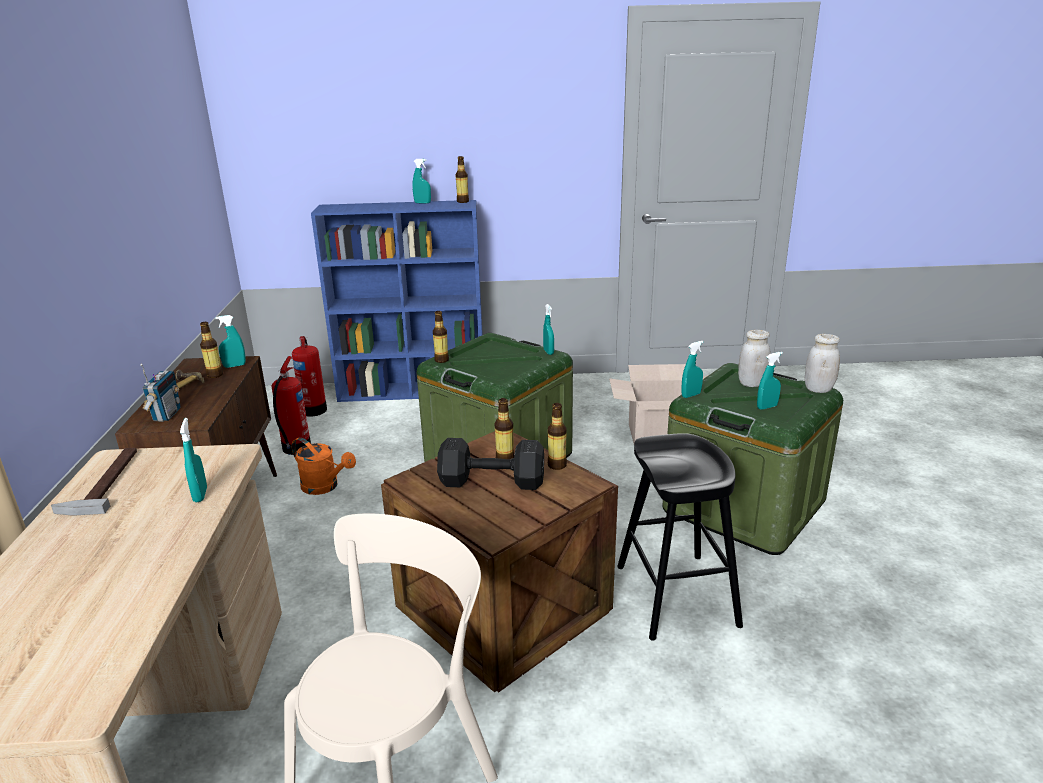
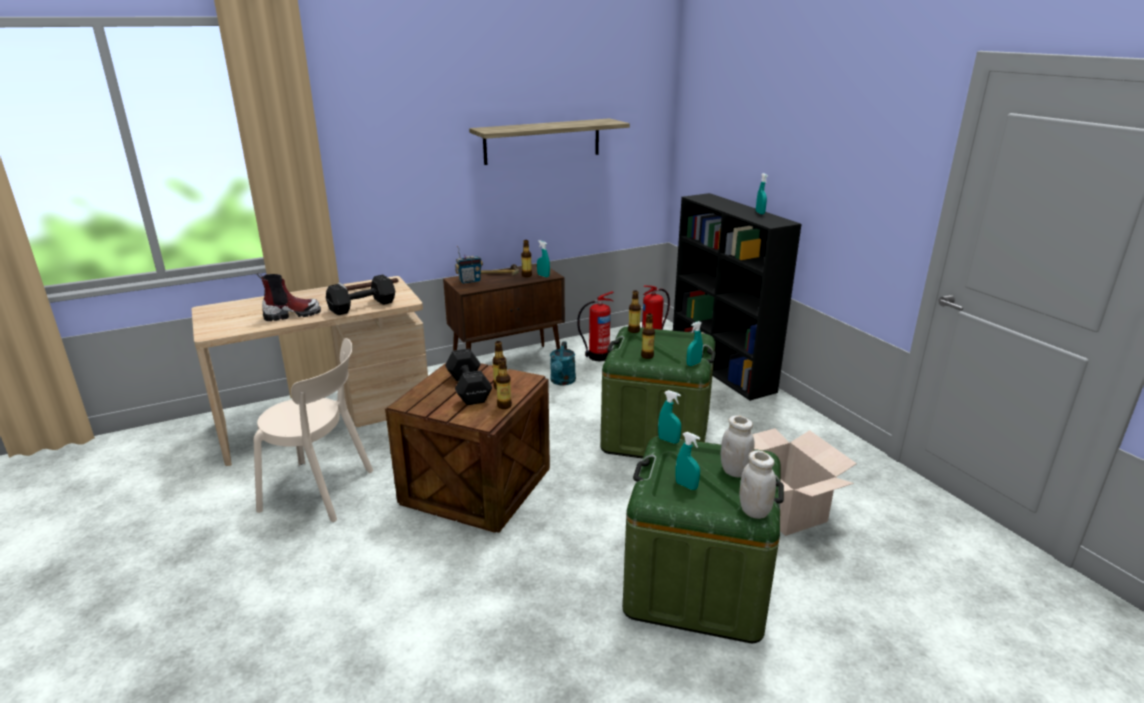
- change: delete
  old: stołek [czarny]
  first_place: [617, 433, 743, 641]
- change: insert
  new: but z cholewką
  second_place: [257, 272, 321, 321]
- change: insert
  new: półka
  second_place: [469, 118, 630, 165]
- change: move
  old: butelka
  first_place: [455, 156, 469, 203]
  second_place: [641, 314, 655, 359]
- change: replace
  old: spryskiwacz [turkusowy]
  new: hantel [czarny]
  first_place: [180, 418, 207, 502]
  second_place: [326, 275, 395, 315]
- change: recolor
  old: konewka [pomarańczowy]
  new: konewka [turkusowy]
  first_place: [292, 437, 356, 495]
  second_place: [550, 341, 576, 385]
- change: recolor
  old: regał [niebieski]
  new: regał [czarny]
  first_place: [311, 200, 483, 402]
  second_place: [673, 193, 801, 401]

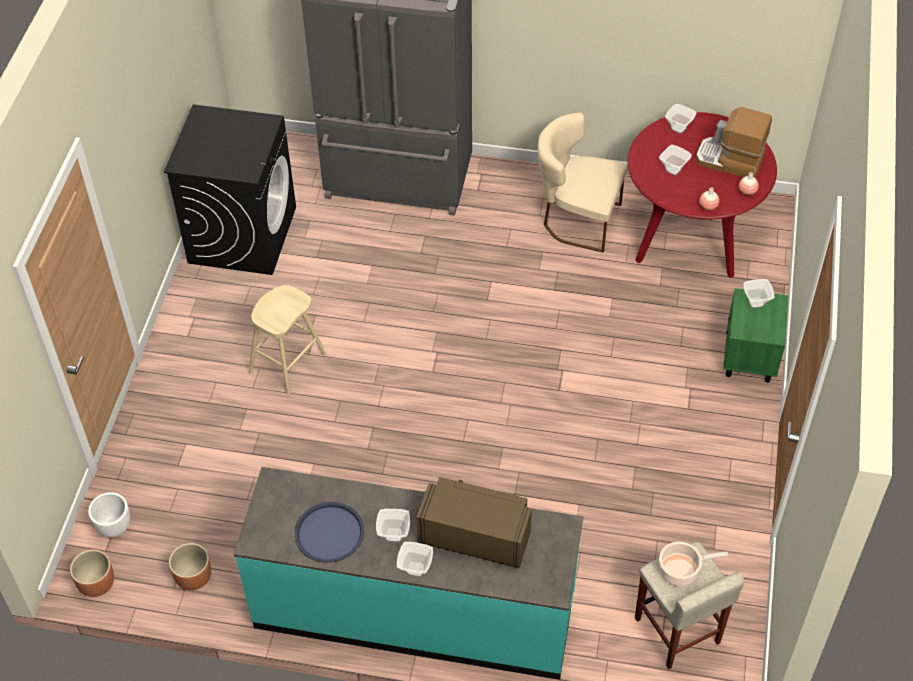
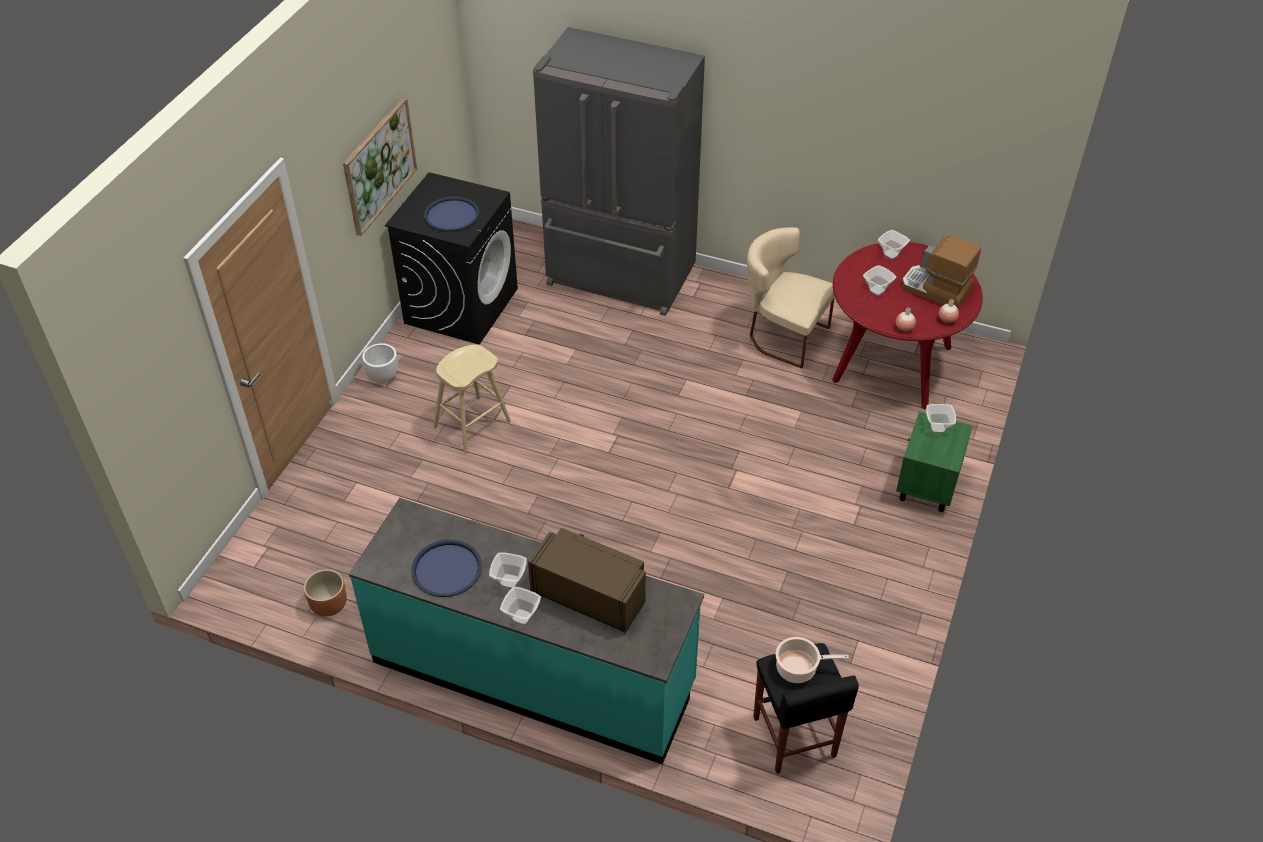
- change: delete
  old: donica [brązowy]
  first_place: [70, 550, 114, 597]
- change: insert
  new: obraz
  second_place: [343, 98, 417, 236]
- change: insert
  new: taca [niebieski]
  second_place: [424, 196, 479, 232]
- change: move
  old: donica [biały]
  first_place: [88, 492, 130, 537]
  second_place: [362, 343, 398, 383]
- change: recolor
  old: stołek [beżowy]
  new: stołek [czarny]
  first_place: [635, 542, 744, 669]
  second_place: [753, 643, 859, 773]

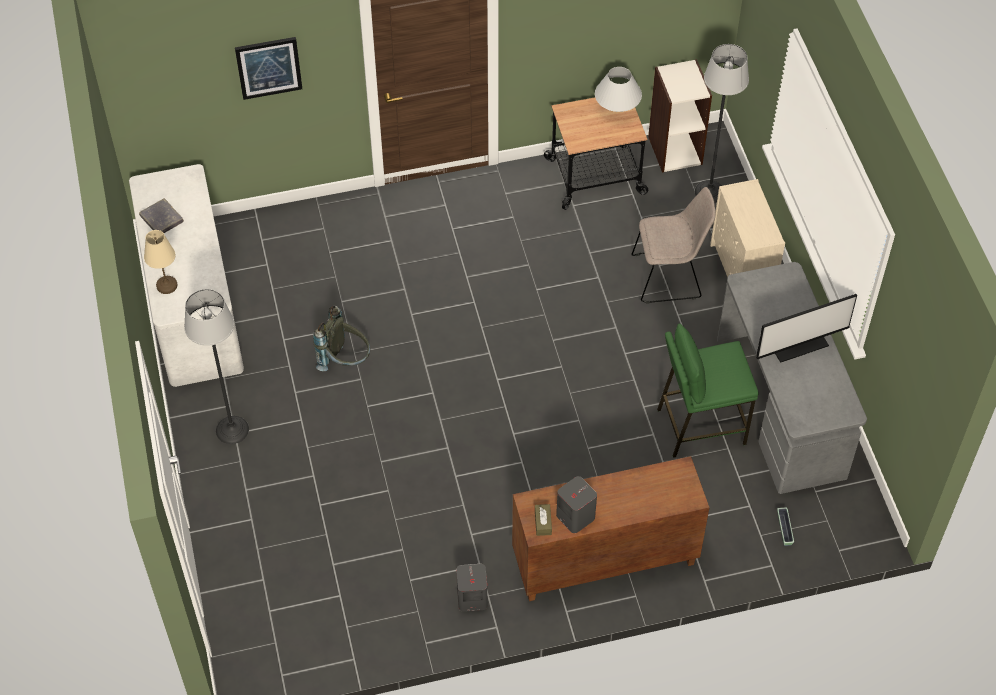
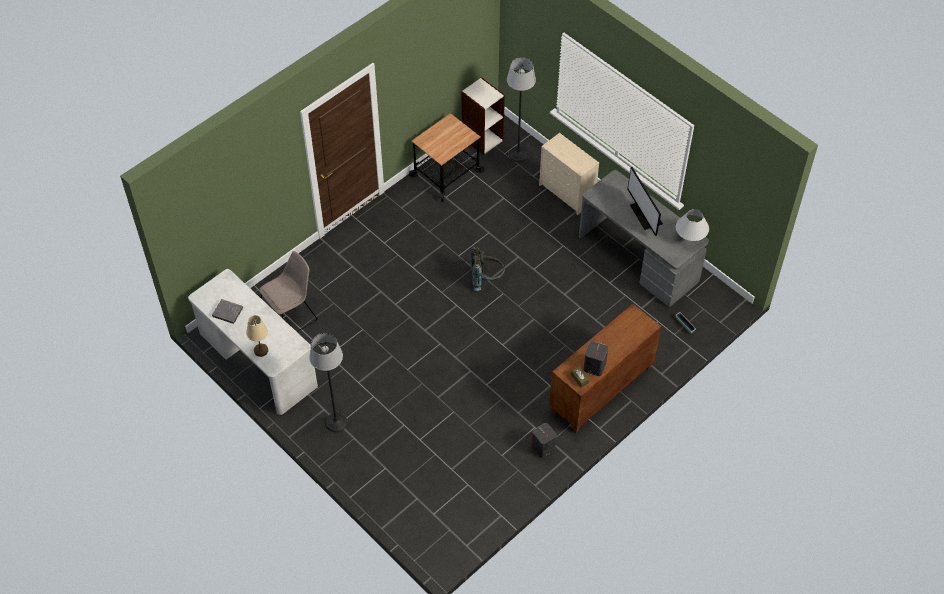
- change: delete
  old: obraz
  first_place: [235, 37, 302, 100]
- change: delete
  old: stołek [zielony]
  first_place: [657, 324, 759, 458]
- change: move
  old: plecak [szary]
  first_place: [313, 306, 370, 371]
  second_place: [471, 246, 505, 291]
- change: move
  old: lampa stołowa [biały]
  first_place: [595, 67, 642, 112]
  second_place: [676, 209, 709, 241]
- change: move
  old: krzesło [beżowy]
  first_place: [632, 187, 715, 303]
  second_place: [259, 251, 317, 332]
- change: rotate
  old: monitor
  first_place: [756, 294, 857, 363]
  second_place: [627, 167, 663, 236]
  degrees: 120

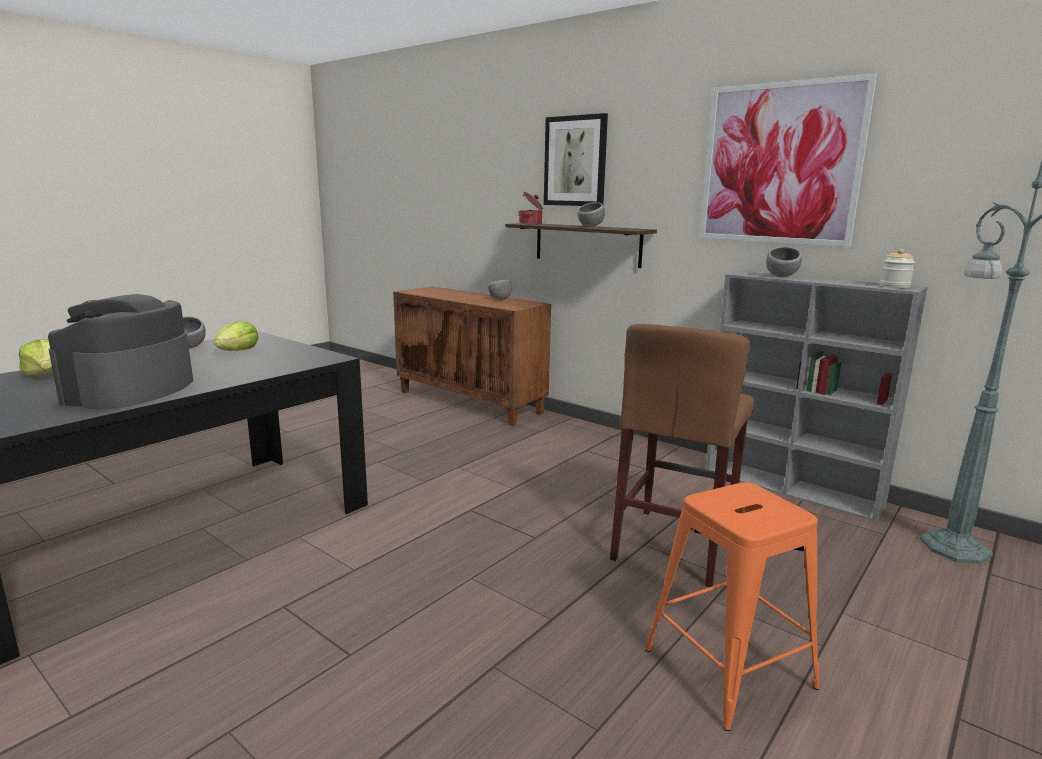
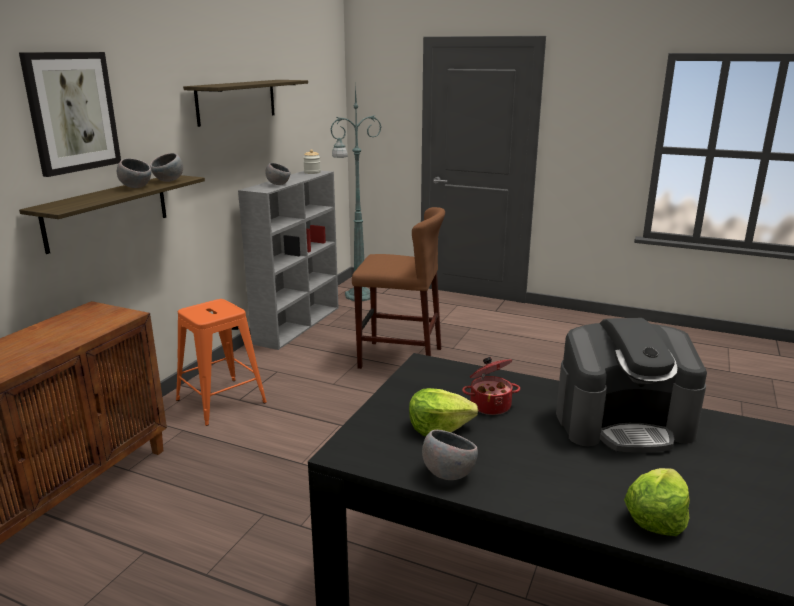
- change: move
  old: miska [szary]
  first_place: [488, 280, 512, 300]
  second_place: [150, 153, 183, 182]
- change: move
  old: garnek
  first_place: [519, 192, 543, 224]
  second_place: [462, 357, 520, 415]
- change: move
  old: stołek [pomarańczowy]
  first_place: [645, 482, 820, 731]
  second_place: [176, 299, 267, 426]
- change: replace
  old: obraz
  new: półka
  first_place: [700, 73, 877, 247]
  second_place: [183, 80, 308, 127]

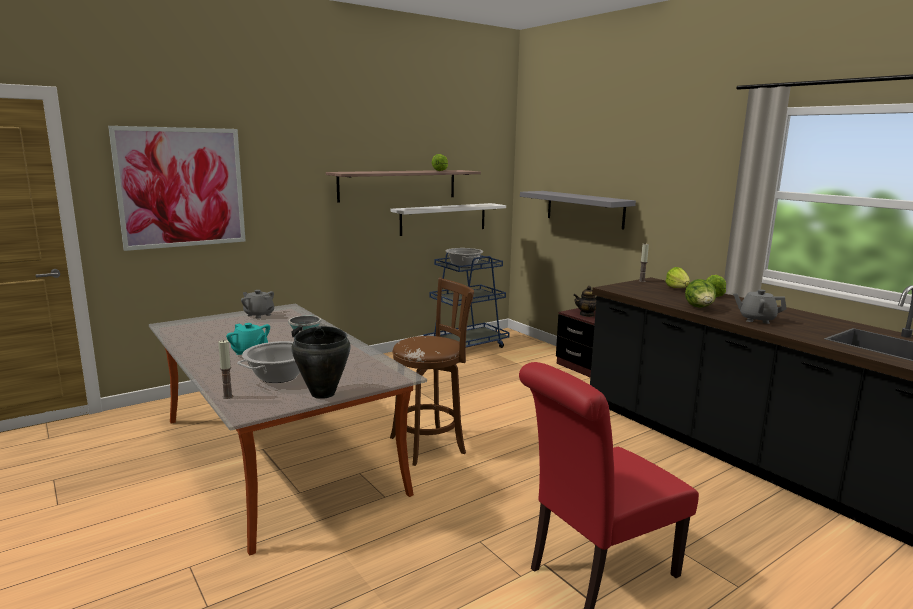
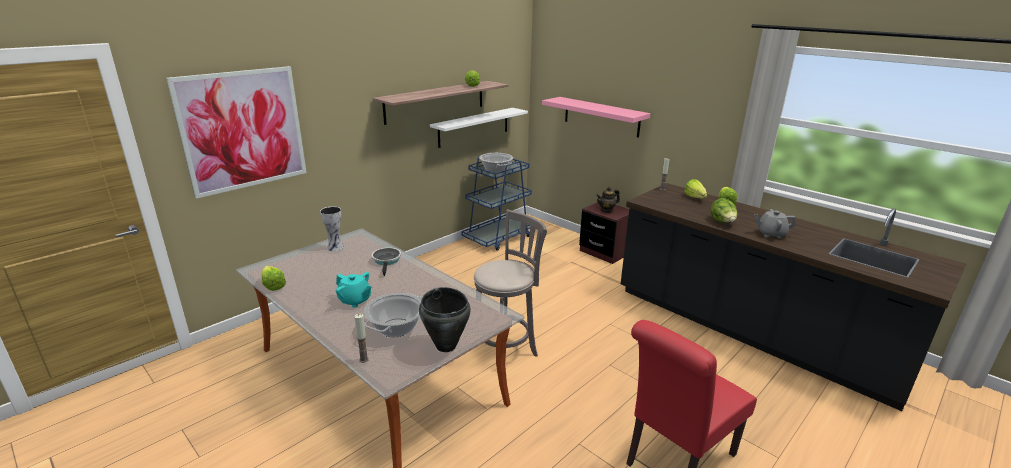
- change: insert
  new: sałata
  second_place: [262, 266, 286, 291]
- change: replace
  old: imbryk [szary]
  new: wazon
  first_place: [241, 290, 274, 319]
  second_place: [320, 206, 344, 251]
- change: recolor
  old: stołek [brązowy]
  new: stołek [szary]
  first_place: [390, 278, 474, 466]
  second_place: [474, 209, 547, 356]
- change: recolor
  old: półka [szary]
  new: półka [różowy]
  first_place: [520, 191, 636, 230]
  second_place: [542, 97, 651, 138]

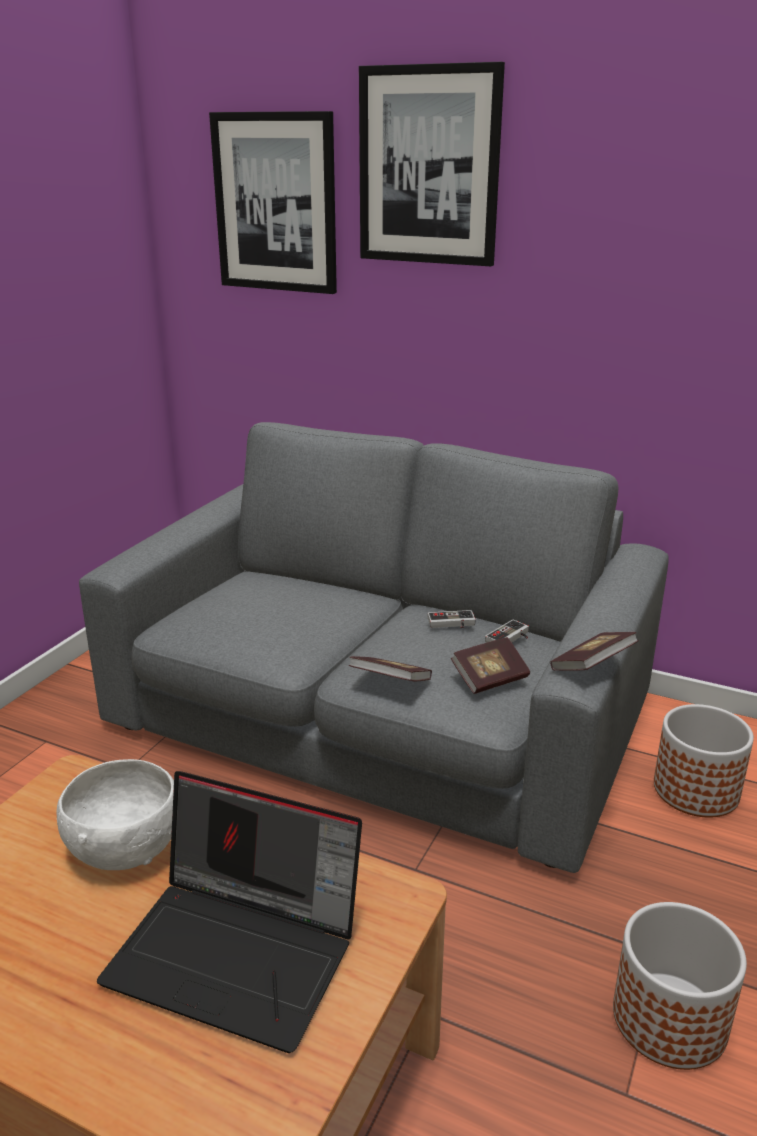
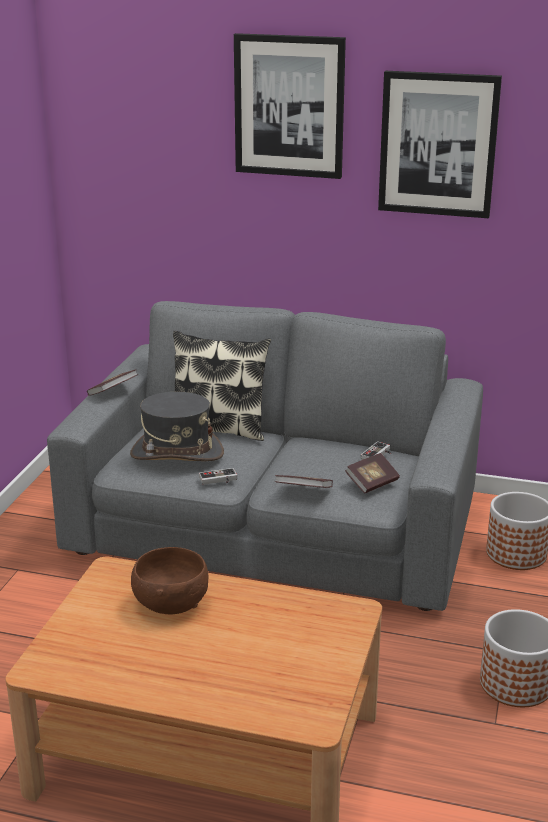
- change: delete
  old: laptop
  first_place: [97, 771, 362, 1053]
- change: insert
  new: kapelusz [szary]
  second_place: [130, 392, 224, 461]
- change: insert
  new: poduszka
  second_place: [173, 331, 271, 441]
- change: move
  old: obraz
  first_place: [209, 111, 337, 294]
  second_place: [378, 71, 502, 218]
- change: move
  old: pad do gier
  first_place: [427, 610, 476, 629]
  second_place: [199, 468, 237, 485]
- change: move
  old: książka
  first_place: [550, 632, 639, 671]
  second_place: [87, 369, 139, 396]
- change: recolor
  old: miska [biały]
  new: miska [brązowy]
  first_place: [57, 759, 174, 870]
  second_place: [131, 547, 208, 614]

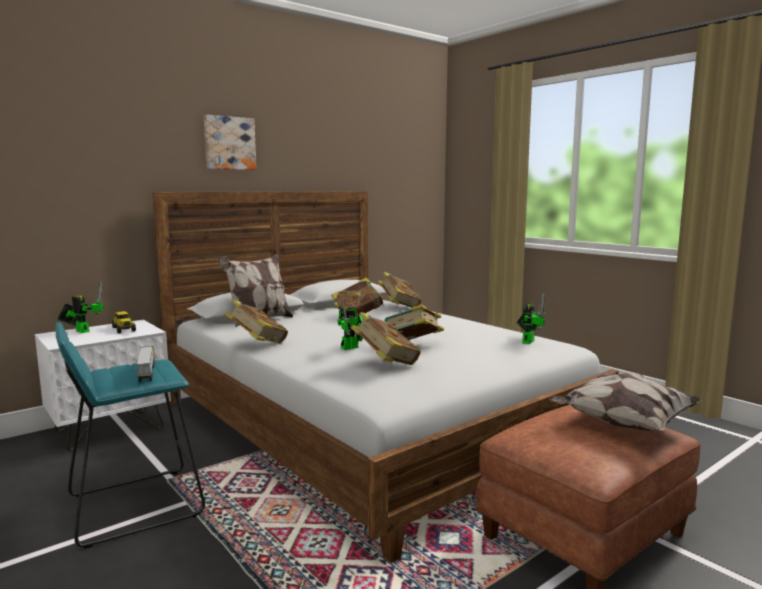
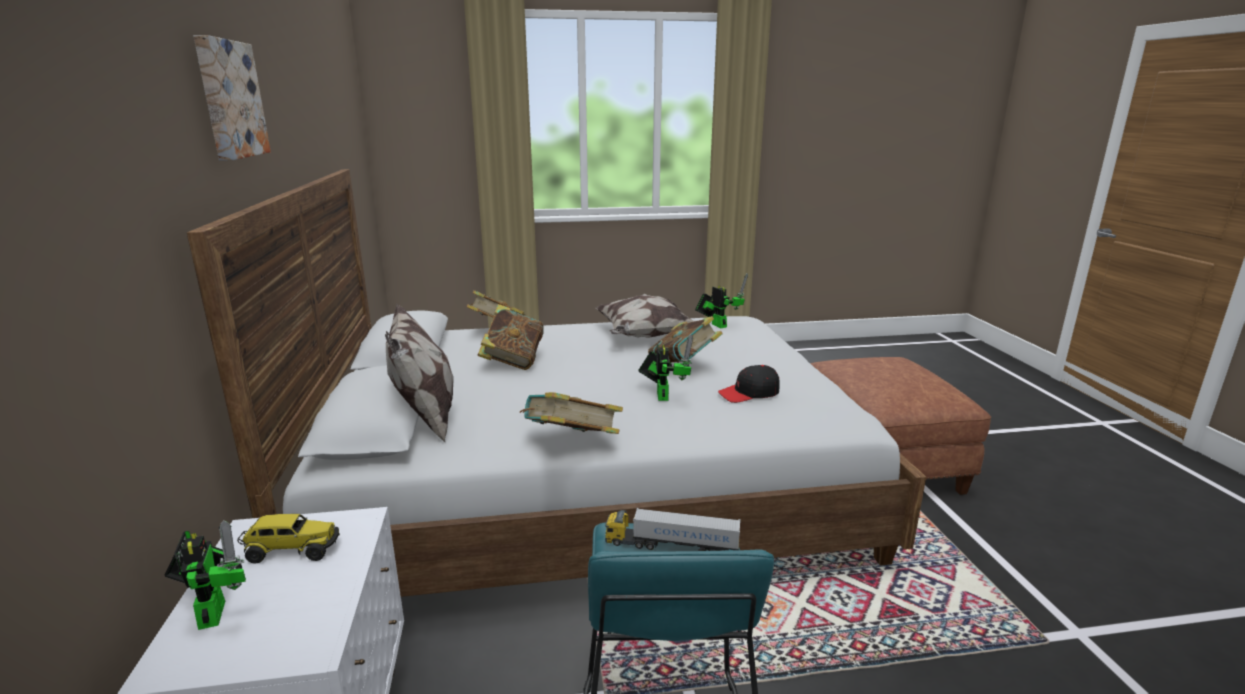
- change: move
  old: poduszka
  first_place: [549, 373, 702, 431]
  second_place: [596, 294, 694, 338]
- change: replace
  old: książka
  new: czapka z daszkiem [czarny]
  first_place: [351, 312, 421, 365]
  second_place: [718, 365, 780, 403]
- change: rotate
  old: robot zabawkowy
  first_place: [58, 281, 104, 333]
  second_place: [164, 521, 246, 630]
  degrees: 90

